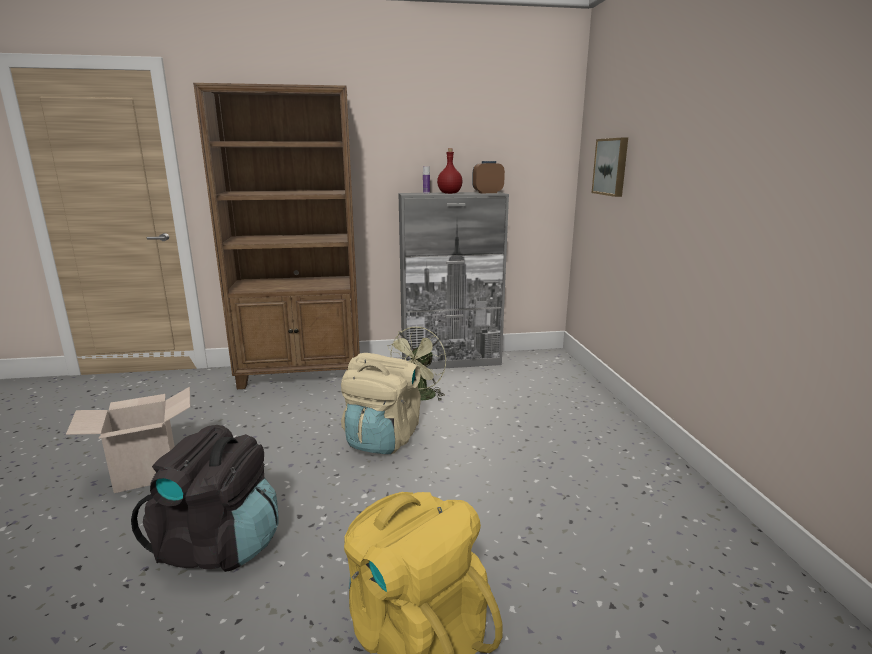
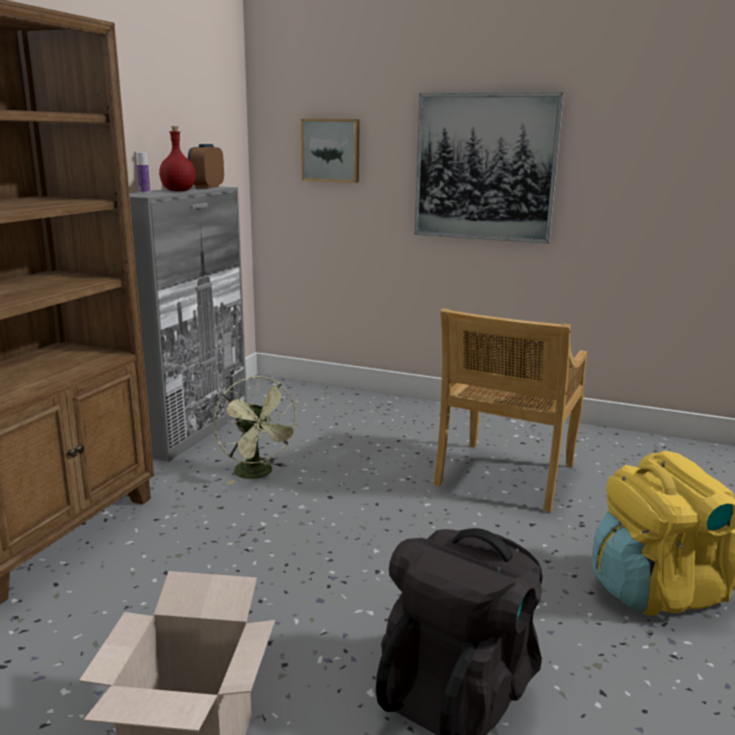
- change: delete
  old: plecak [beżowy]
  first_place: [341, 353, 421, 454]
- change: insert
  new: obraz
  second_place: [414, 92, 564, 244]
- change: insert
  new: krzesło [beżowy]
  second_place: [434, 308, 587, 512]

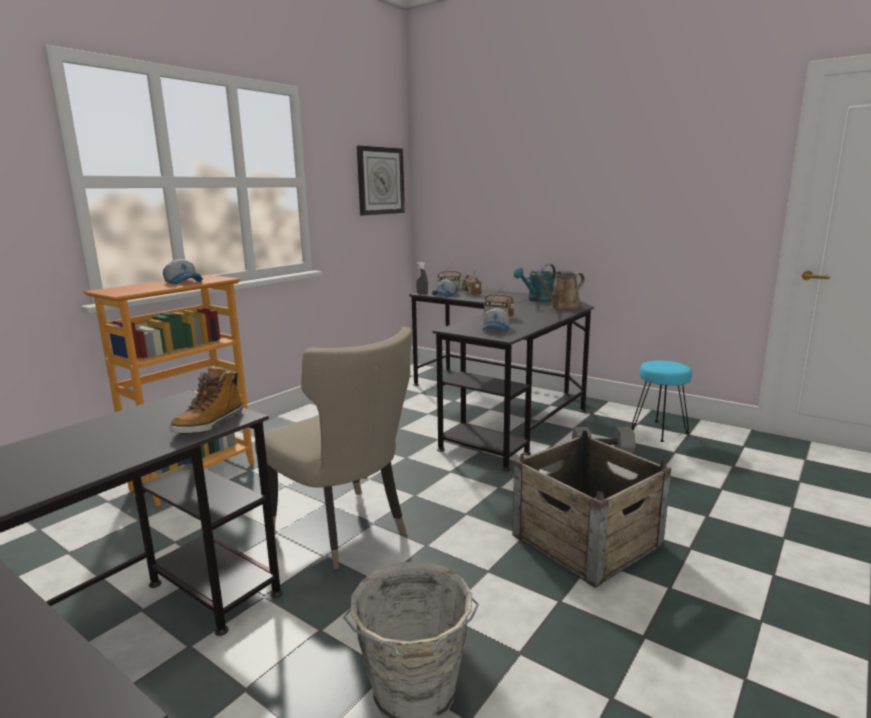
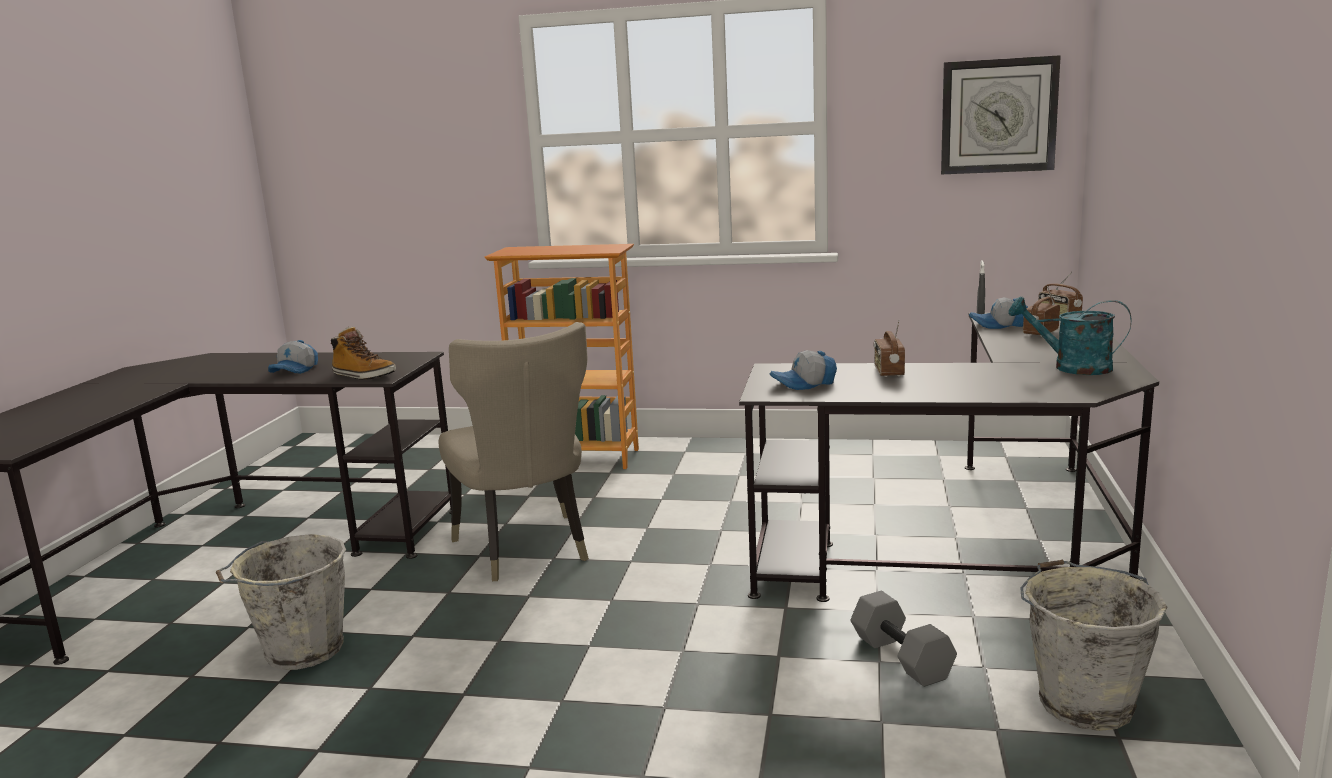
- change: delete
  old: skrzynka
  first_place: [513, 430, 671, 588]
- change: delete
  old: konewka [brązowy]
  first_place: [532, 271, 585, 310]
- change: move
  old: czapka z daszkiem
  first_place: [163, 259, 203, 284]
  second_place: [268, 340, 318, 374]
- change: replace
  old: stołek [turkusowy]
  new: wiadro [szary]
  first_place: [632, 361, 692, 442]
  second_place: [1020, 559, 1167, 731]
- change: rotate
  old: but z cholewką
  first_place: [169, 365, 243, 434]
  second_place: [330, 327, 396, 380]
  degrees: -150
- change: rotate
  old: krzesło [beżowy]
  first_place: [255, 327, 412, 569]
  second_place: [439, 322, 589, 581]
  degrees: -45

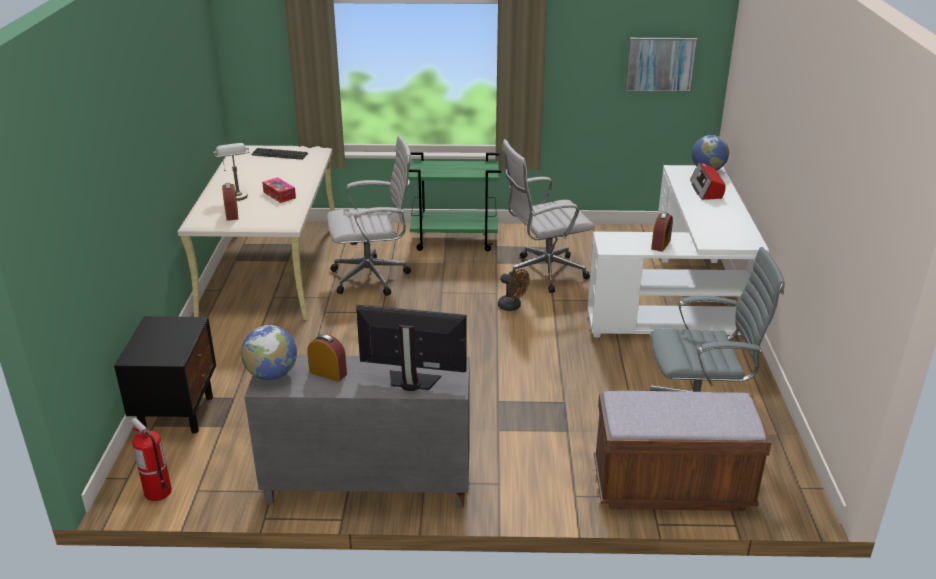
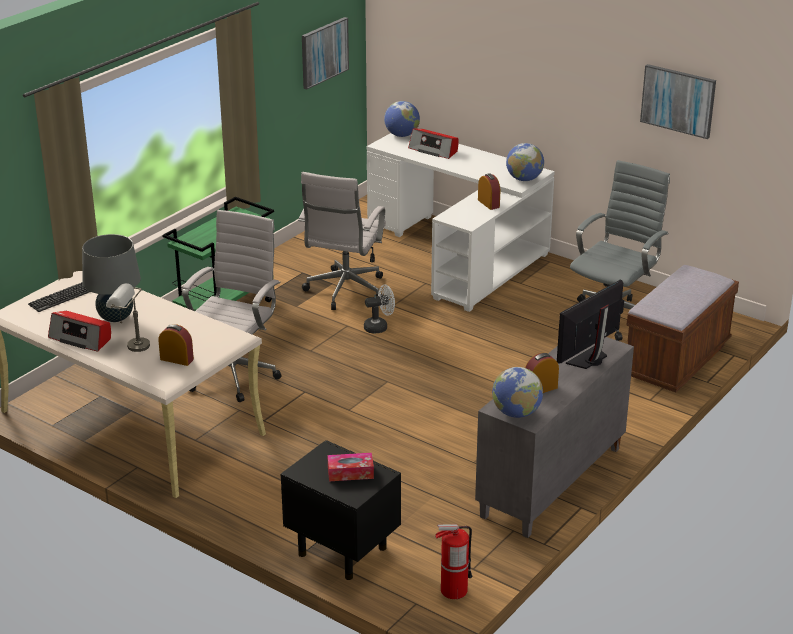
- change: insert
  new: radio
  second_place: [48, 311, 111, 352]
- change: insert
  new: lampa stołowa [szary]
  second_place: [82, 234, 141, 322]
- change: insert
  new: globus
  second_place: [506, 143, 544, 181]
- change: insert
  new: obraz
  second_place: [640, 64, 716, 139]
- change: move
  old: pudełko chusteczek
  first_place: [262, 177, 296, 203]
  second_place: [327, 453, 374, 481]
- change: recolor
  old: wentylator [brązowy]
  new: wentylator [biały]
  first_place: [498, 269, 530, 311]
  second_place: [364, 285, 395, 334]

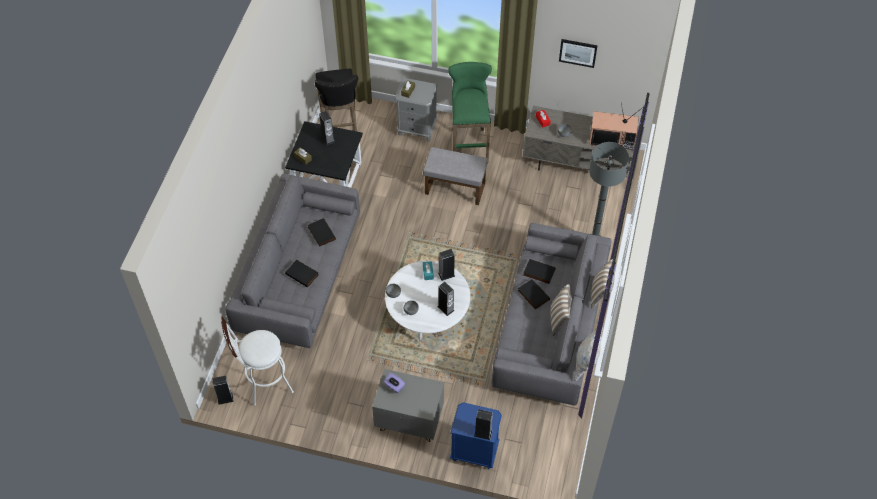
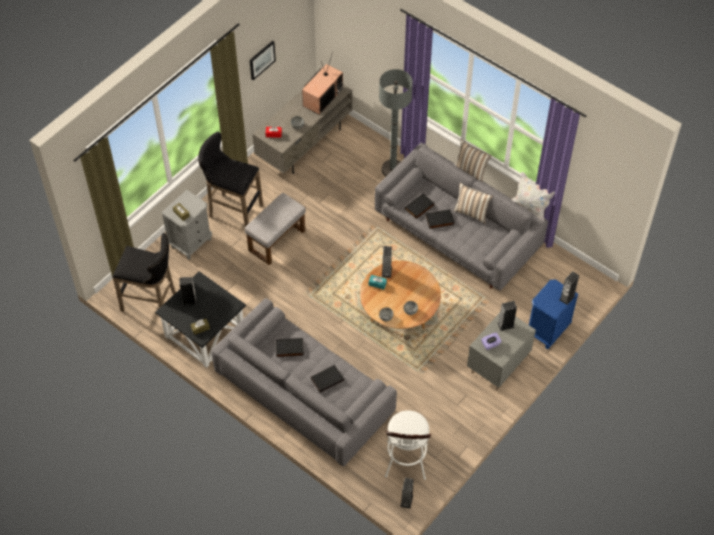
- change: move
  old: głośnik
  first_place: [437, 282, 455, 316]
  second_place: [498, 301, 517, 331]
- change: recolor
  old: ława [biały]
  new: ława [brązowy]
  first_place: [385, 260, 470, 342]
  second_place: [360, 261, 441, 329]
- change: recolor
  old: stołek [zielony]
  new: stołek [czarny]
  first_place: [448, 62, 492, 161]
  second_place: [198, 132, 263, 227]

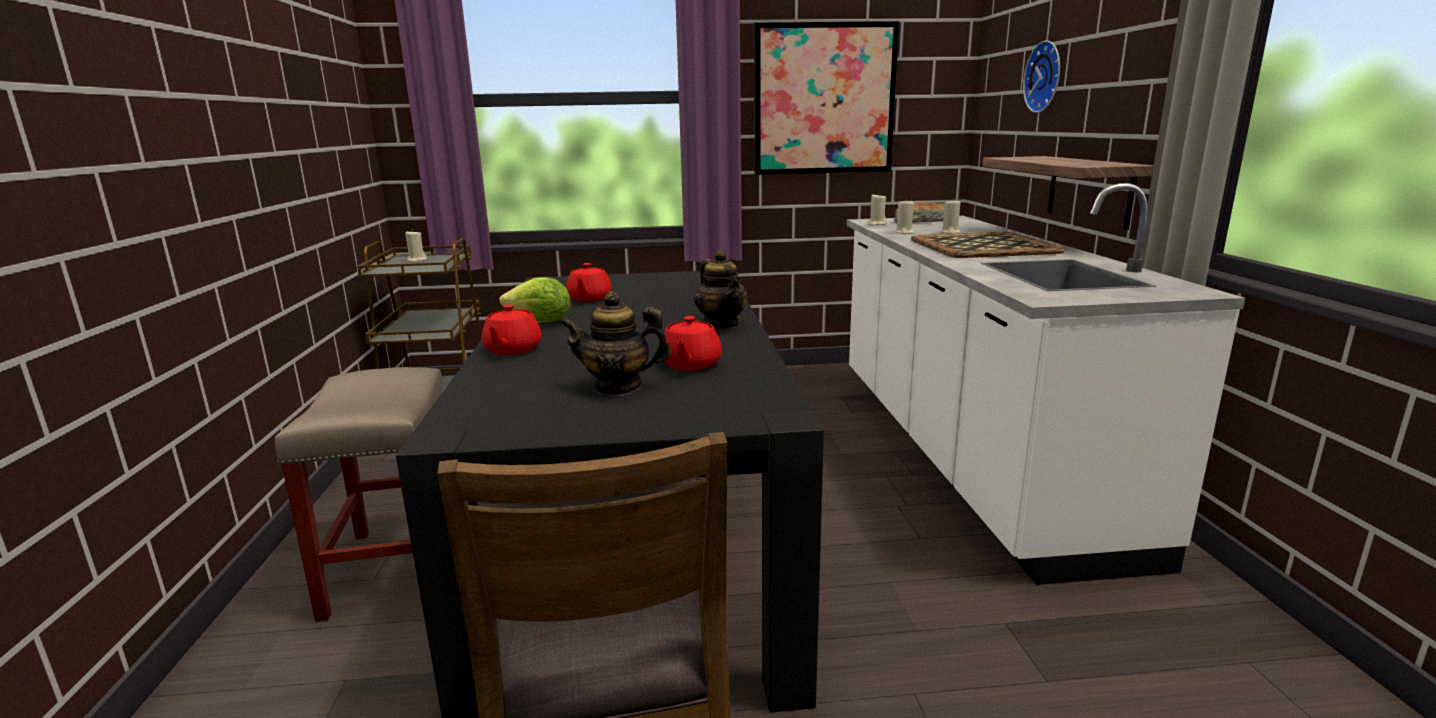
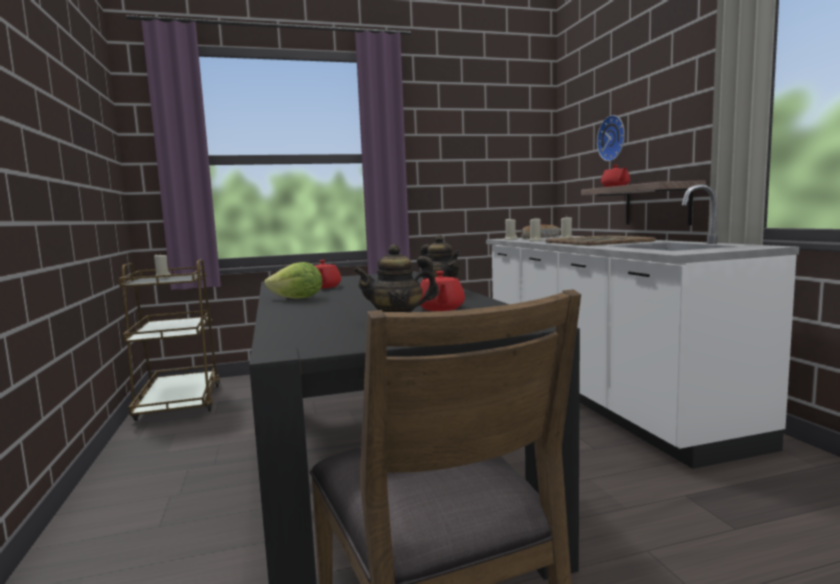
- change: delete
  old: stołek [beżowy]
  first_place: [275, 367, 445, 622]
- change: delete
  old: obraz
  first_place: [754, 21, 899, 175]
- change: move
  old: imbryk [czerwony]
  first_place: [482, 304, 542, 355]
  second_place: [601, 165, 630, 187]

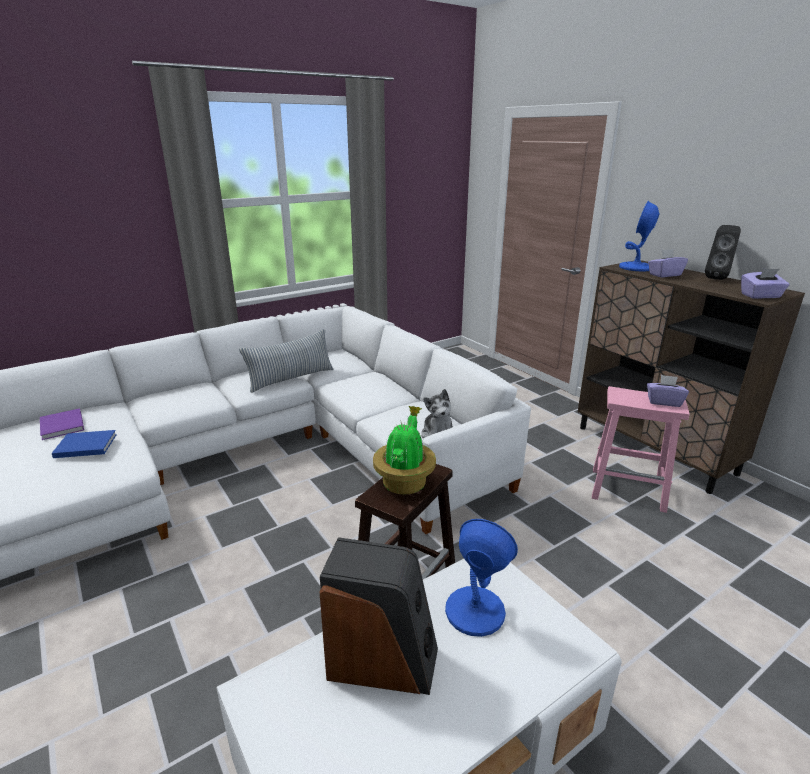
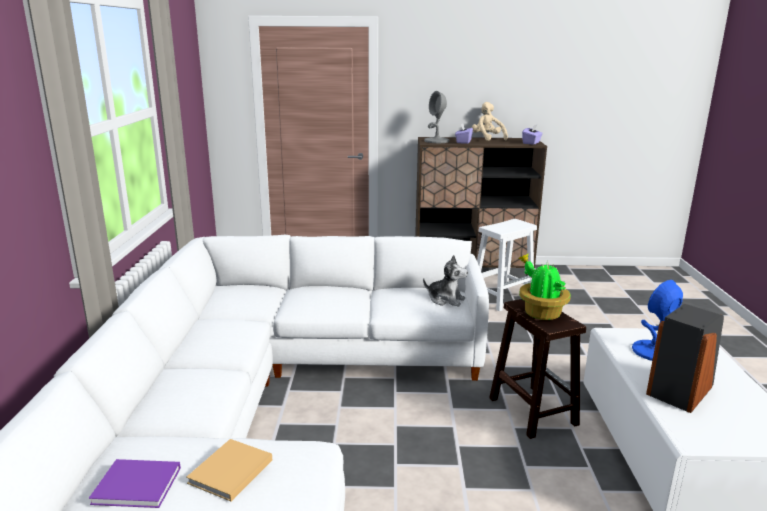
- change: delete
  old: poduszka
  first_place: [239, 329, 334, 393]
- change: delete
  old: pudełko chusteczek [fioletowy]
  first_place: [647, 375, 689, 407]
- change: replace
  old: głośnik [czarny]
  new: pluszak [beżowy]
  first_place: [705, 225, 741, 280]
  second_place: [472, 102, 508, 141]
- change: recolor
  old: książka [niebieski]
  new: książka [beżowy]
  first_place: [52, 430, 117, 458]
  second_place: [186, 439, 272, 501]
- change: recolor
  old: stołek [różowy]
  new: stołek [biały]
  first_place: [592, 386, 689, 513]
  second_place: [477, 219, 537, 311]
- change: recolor
  old: lampa stołowa [niebieski]
  new: lampa stołowa [szary]
  first_place: [619, 201, 660, 272]
  second_place: [424, 91, 449, 143]

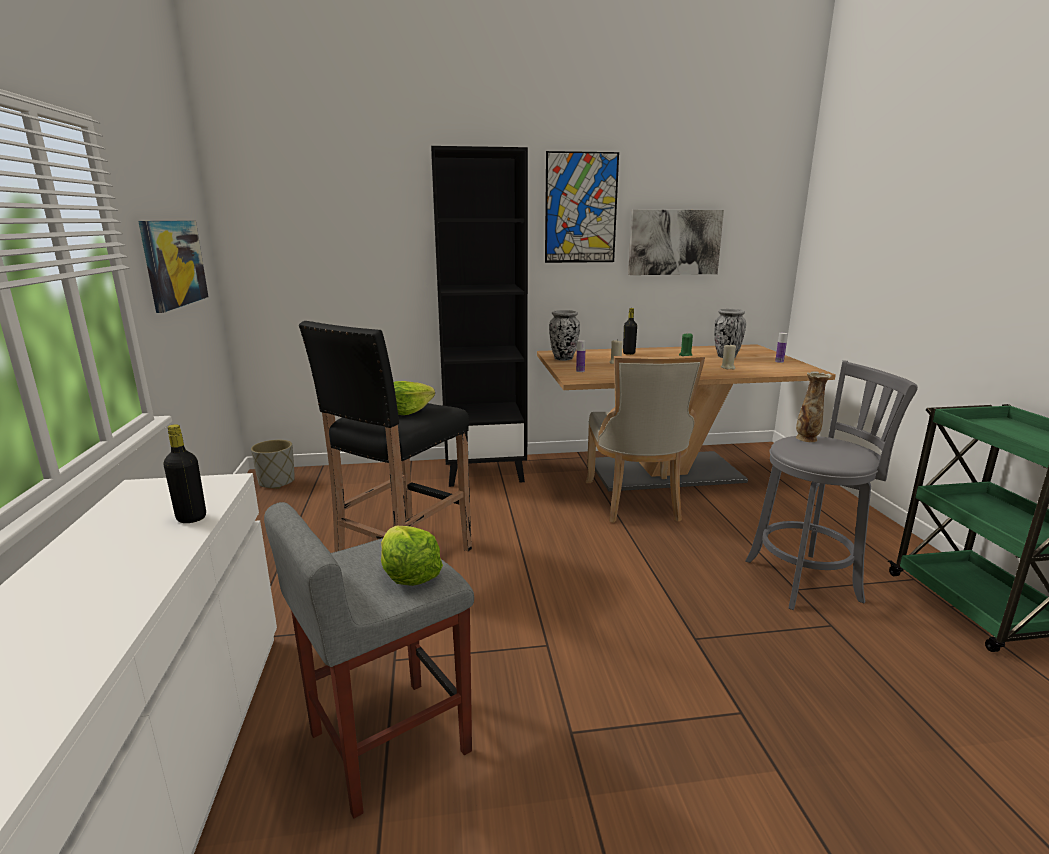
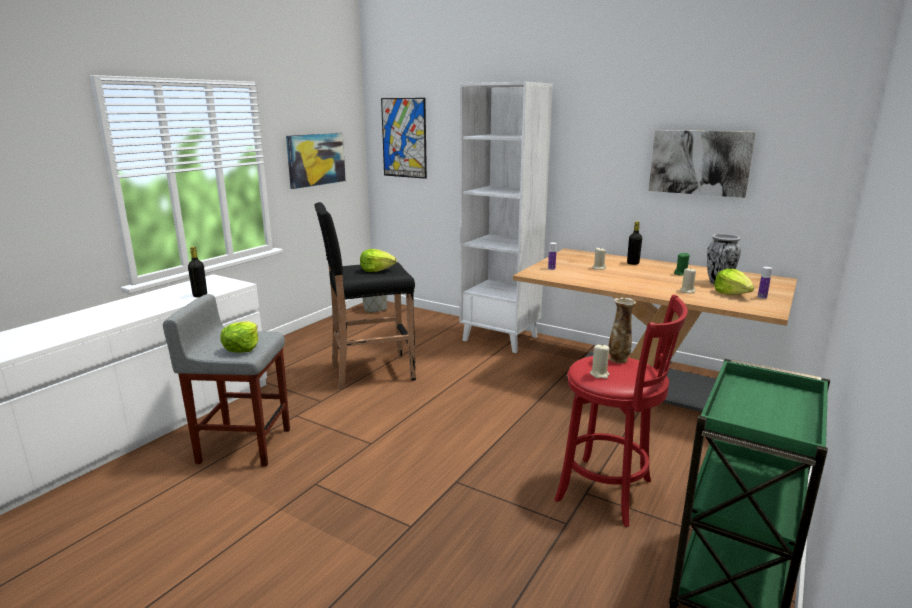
- change: delete
  old: wazon
  first_place: [549, 310, 580, 361]
- change: delete
  old: krzesło [beżowy]
  first_place: [586, 355, 705, 523]
- change: insert
  new: świeca [beżowy]
  second_place: [590, 344, 609, 379]
- change: insert
  new: sałata
  second_place: [714, 268, 754, 295]
- change: move
  old: obraz
  first_place: [545, 151, 619, 263]
  second_place: [381, 98, 427, 179]
- change: recolor
  old: regał [czarny]
  new: regał [biały]
  first_place: [431, 146, 528, 487]
  second_place: [460, 82, 553, 353]
- change: recolor
  old: stołek [szary]
  new: stołek [czerwony]
  first_place: [745, 360, 918, 610]
  second_place: [555, 295, 688, 527]

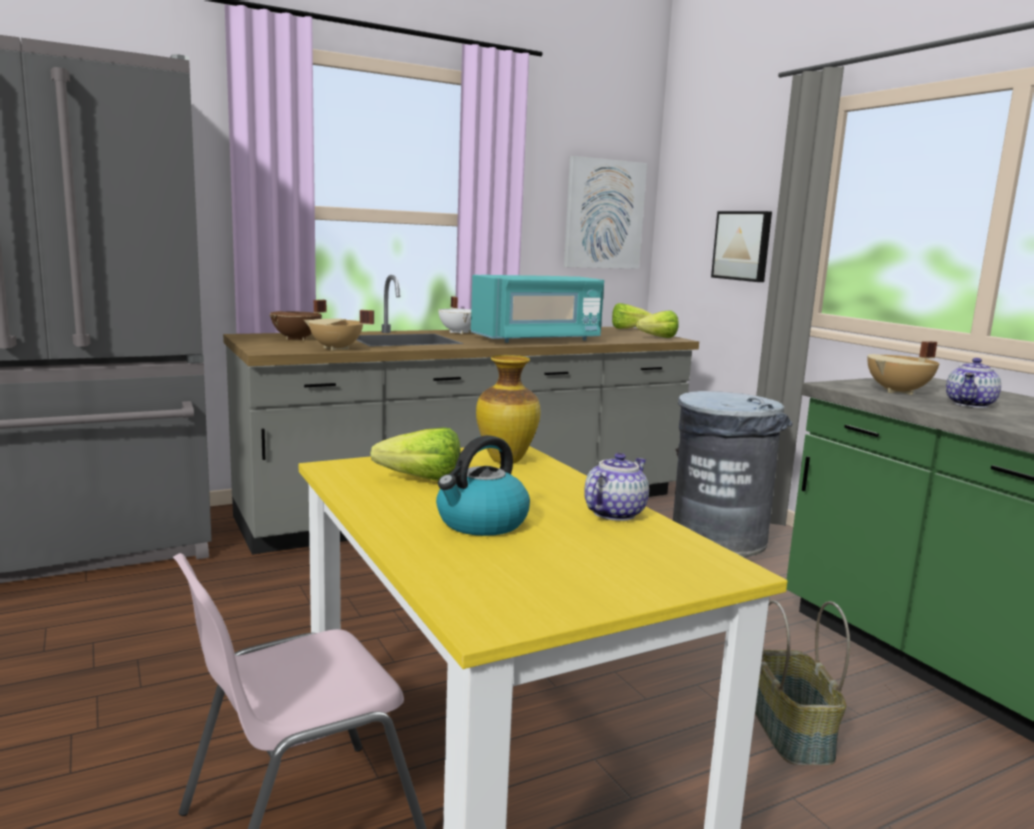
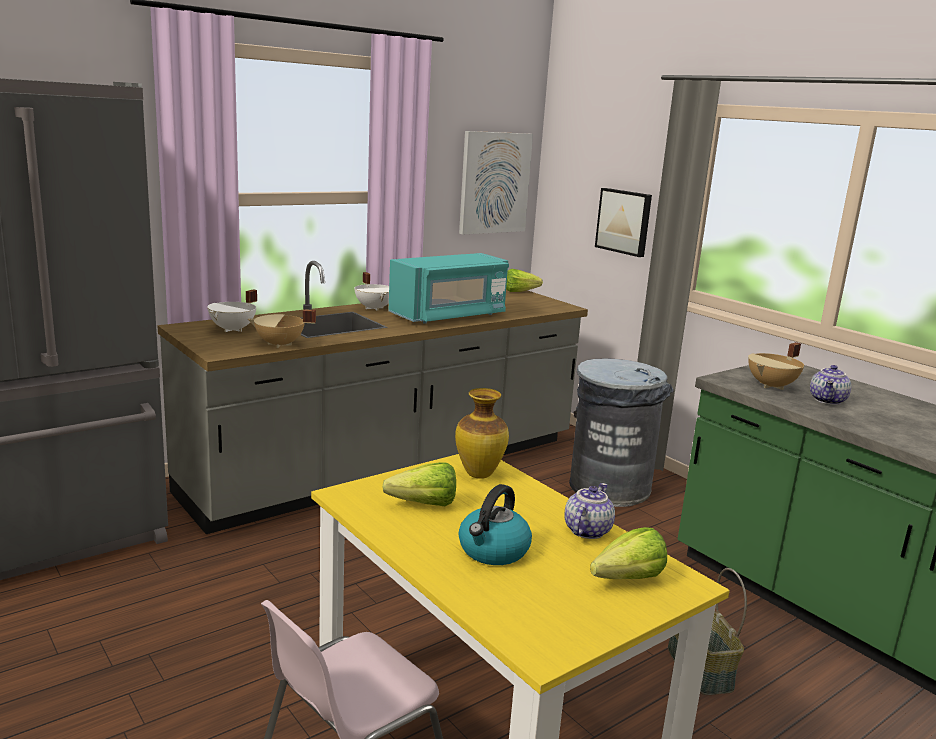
- change: move
  old: sałata
  first_place: [636, 310, 679, 338]
  second_place: [590, 527, 667, 579]
- change: recolor
  old: garnek [brązowy]
  new: garnek [biały]
  first_place: [269, 300, 326, 340]
  second_place: [207, 289, 257, 332]

